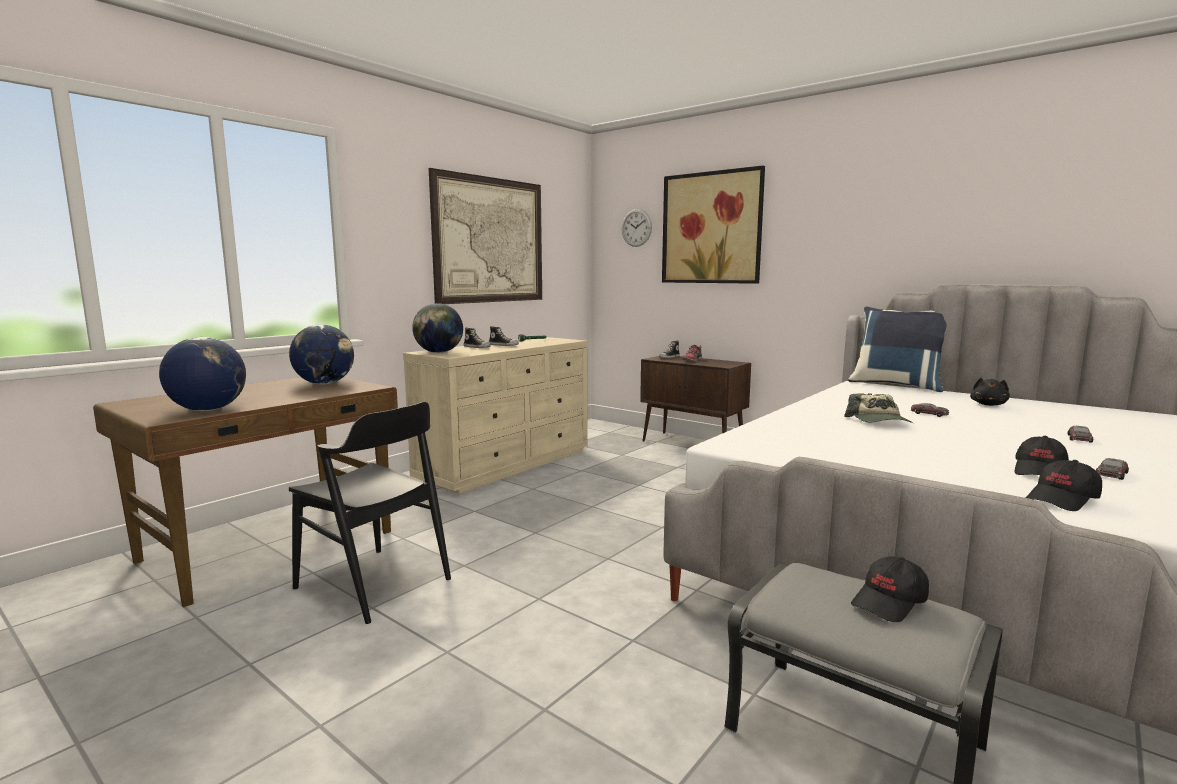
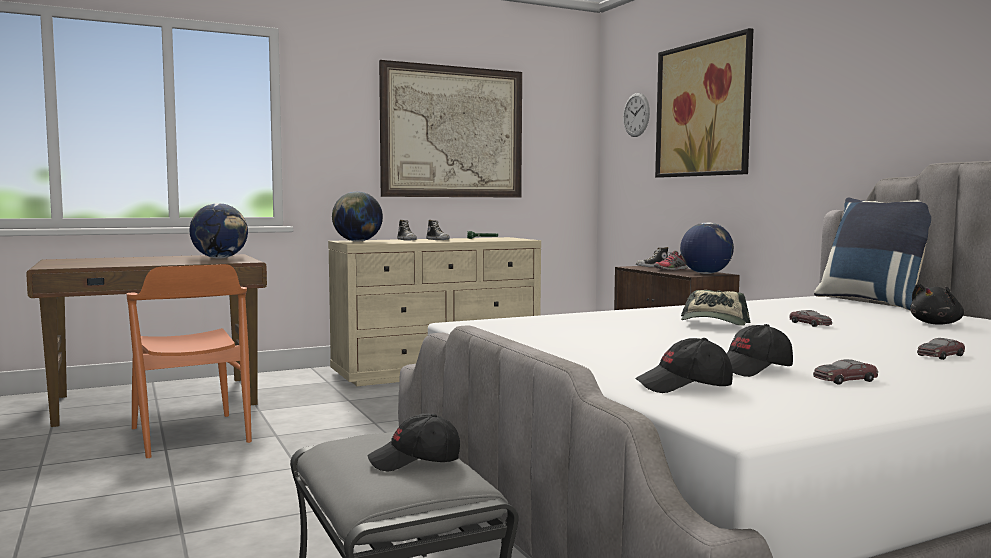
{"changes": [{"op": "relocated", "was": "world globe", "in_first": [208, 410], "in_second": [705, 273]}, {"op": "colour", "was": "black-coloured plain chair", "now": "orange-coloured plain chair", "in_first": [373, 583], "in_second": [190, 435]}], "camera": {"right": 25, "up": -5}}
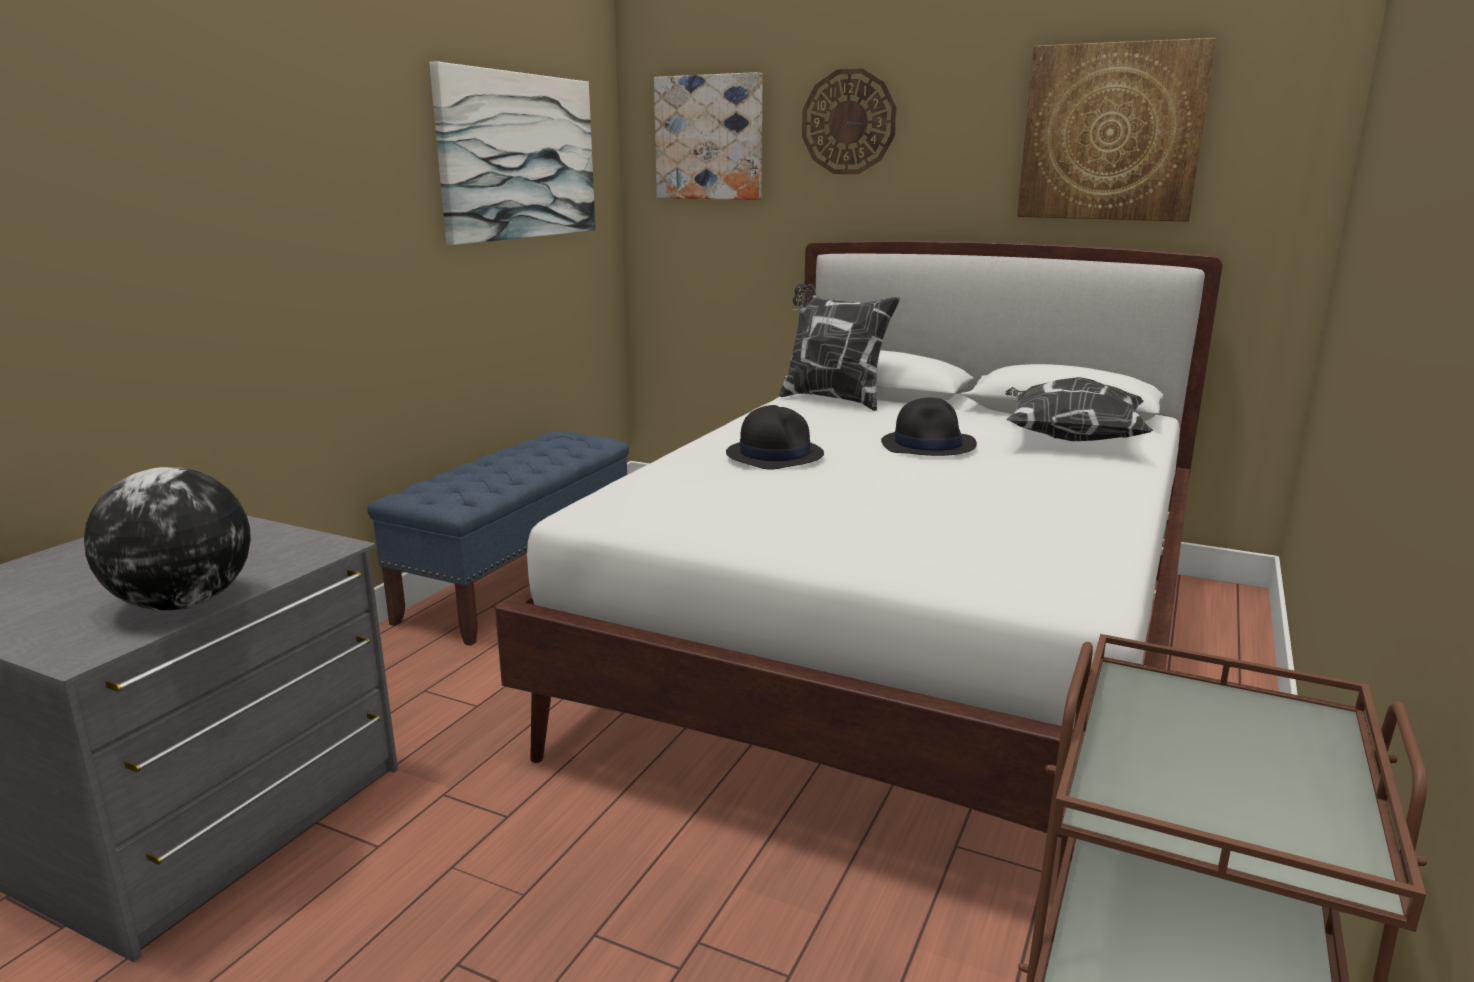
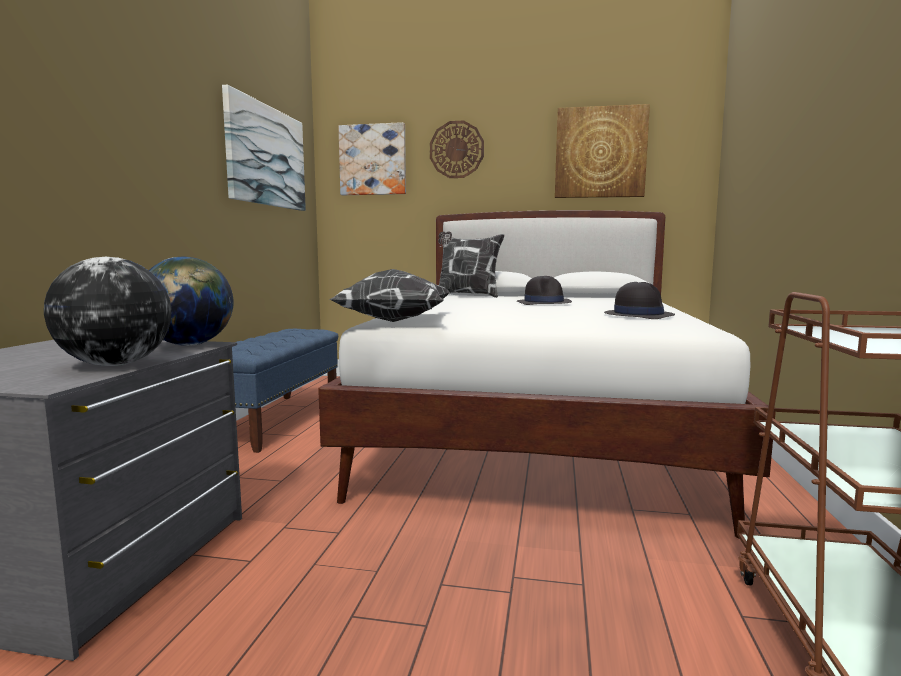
{"changes": [{"op": "appeared", "now": "world globe", "in_second": [189, 345]}, {"op": "relocated", "was": "black-coloured clothing hat", "in_first": [774, 454], "in_second": [638, 315]}, {"op": "relocated", "was": "pillow", "in_first": [1070, 440], "in_second": [392, 321]}], "camera": {"right": -15, "up": -10}}
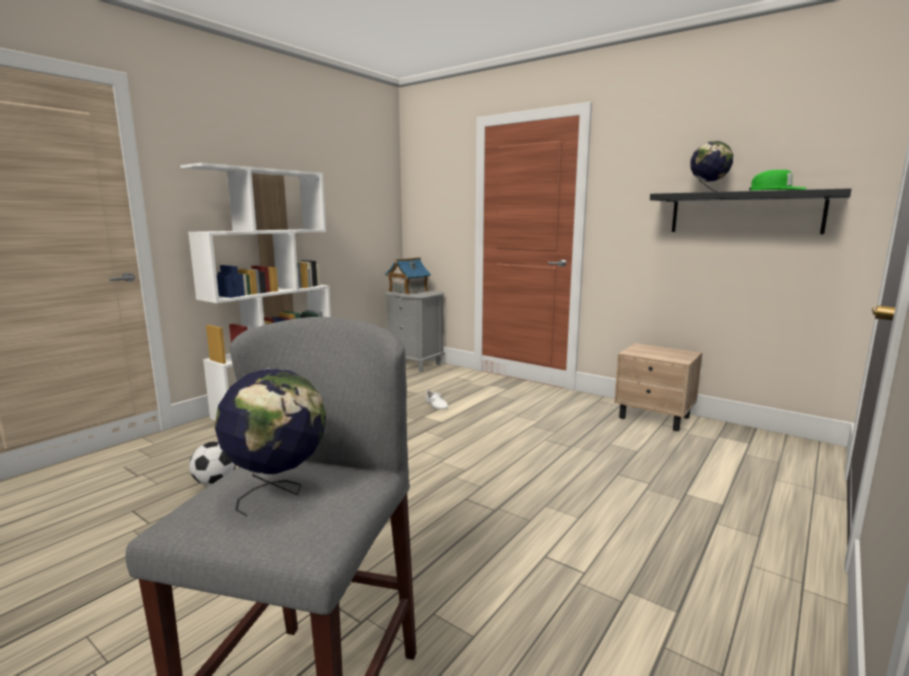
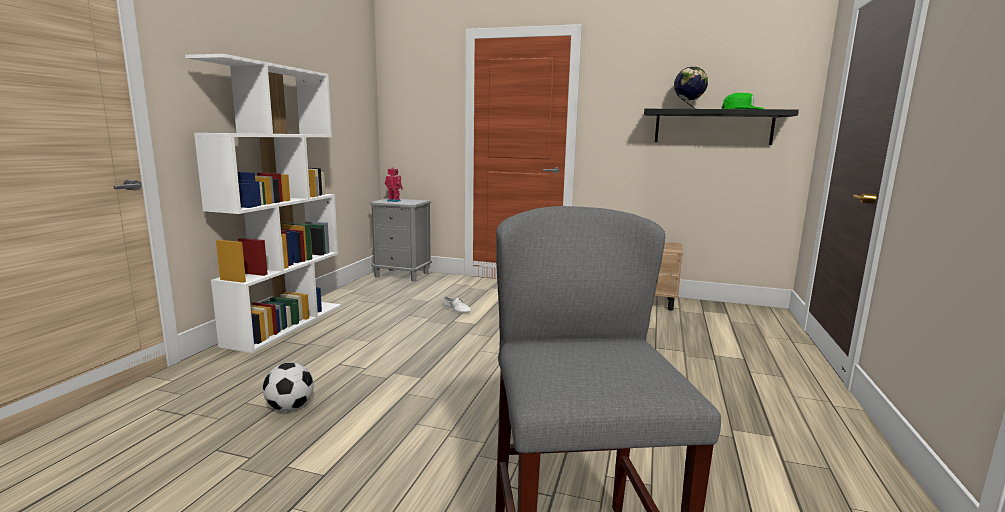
{"changes": [{"op": "missing", "was": "world globe", "in_first": [278, 493]}, {"op": "exchanged", "was": "toy house", "now": "toy robot", "in_first": [408, 291], "in_second": [394, 201]}], "camera": {"right": -20, "up": 0}}
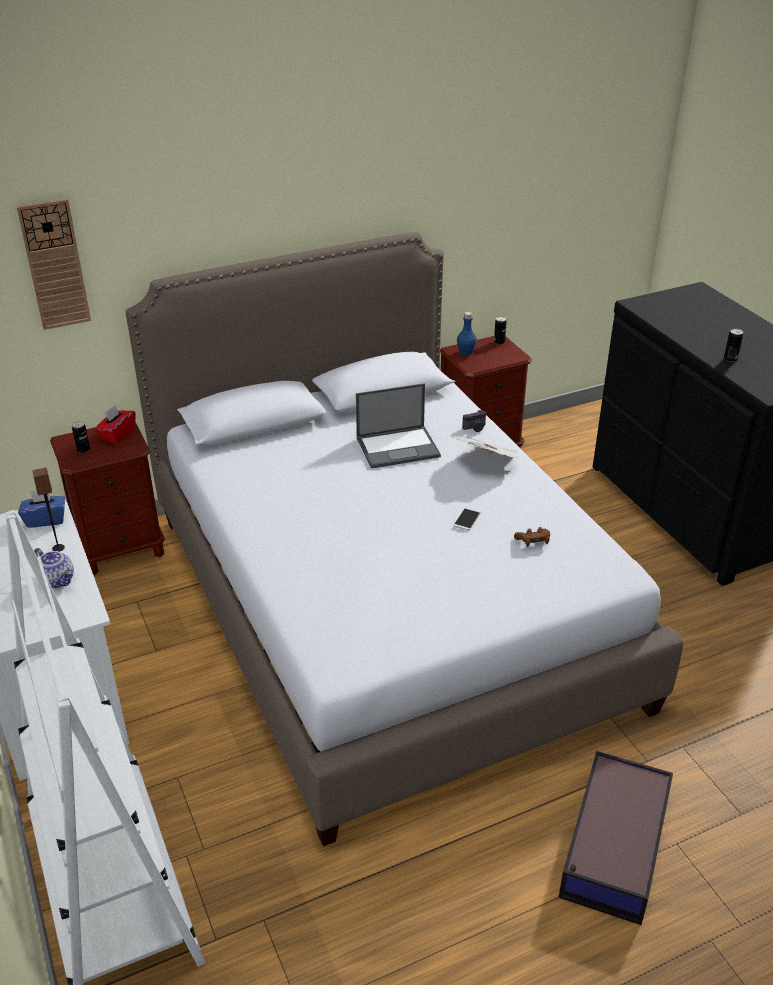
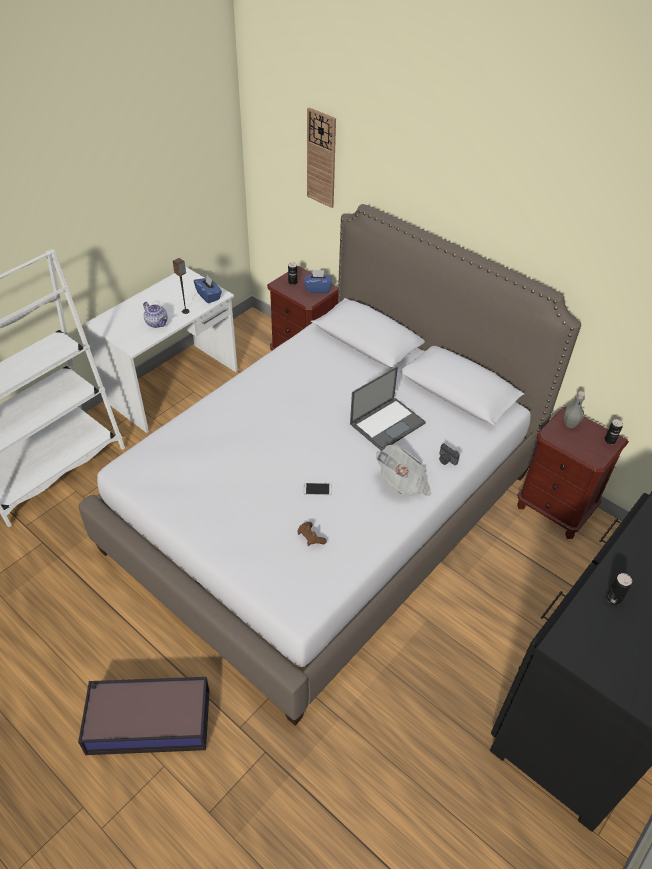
{"changes": [{"op": "colour", "was": "red-coloured tissue box", "now": "blue tissue box", "in_first": [117, 434], "in_second": [317, 289]}, {"op": "colour", "was": "blue drink bottle", "now": "greyish drink bottle", "in_first": [466, 353], "in_second": [570, 424]}, {"op": "spun", "was": "tea pot", "in_first": [58, 580], "in_second": [157, 323], "clockwise": -60}, {"op": "spun", "was": "laptop", "in_first": [398, 447], "in_second": [387, 423], "clockwise": -90}], "camera": {"right": 65, "up": 10}}
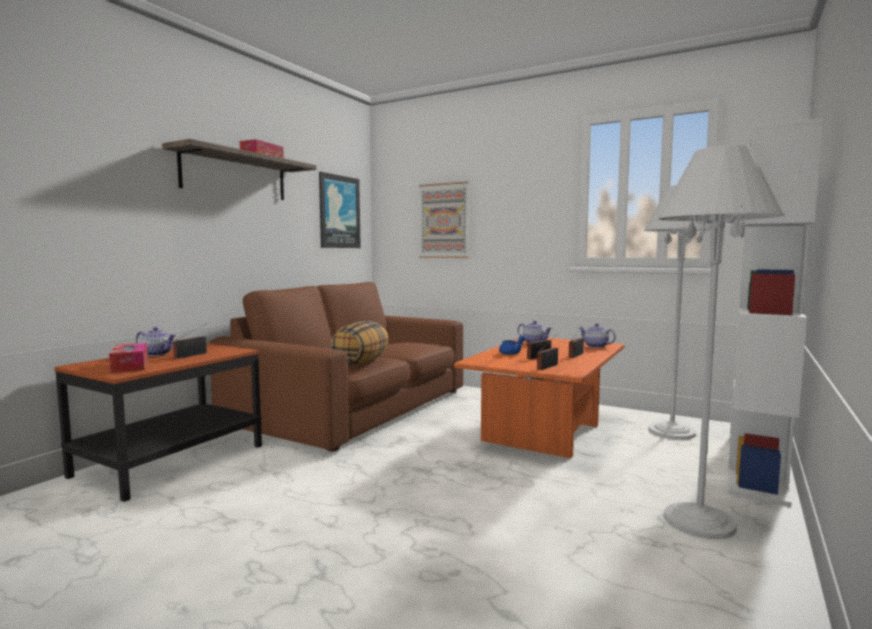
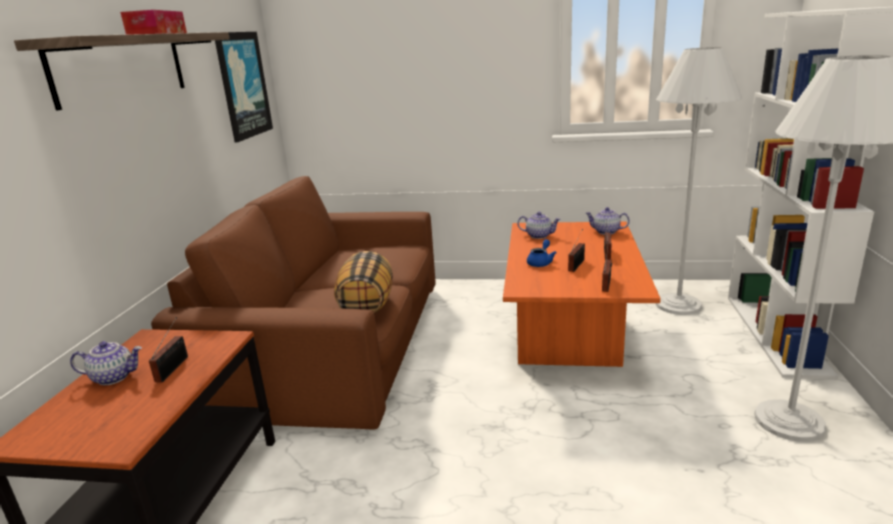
{"changes": [{"op": "missing", "was": "tissue box", "in_first": [130, 366]}, {"op": "missing", "was": "picture", "in_first": [444, 221]}], "camera": {"right": -20, "up": 15}}
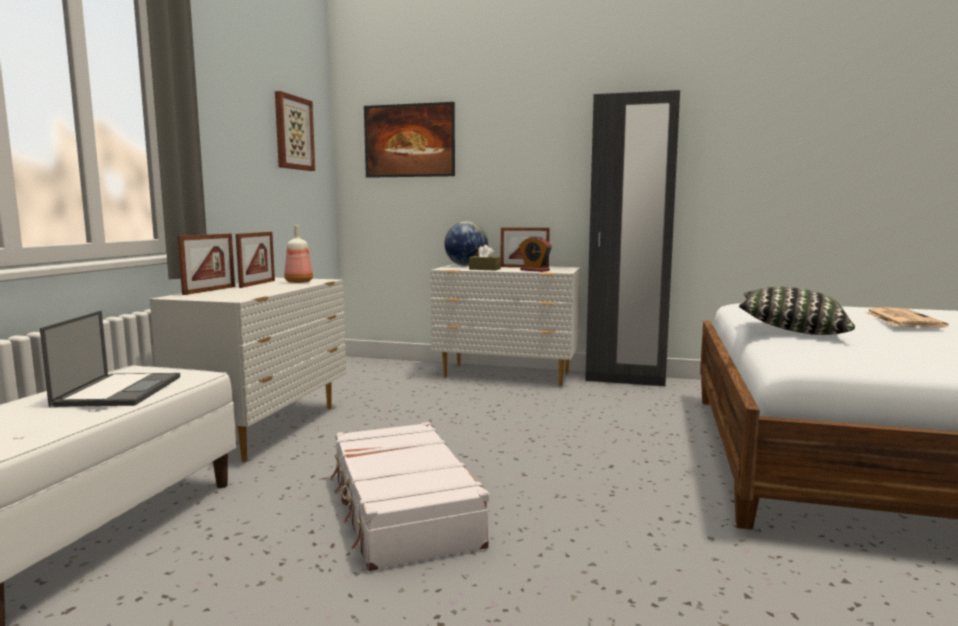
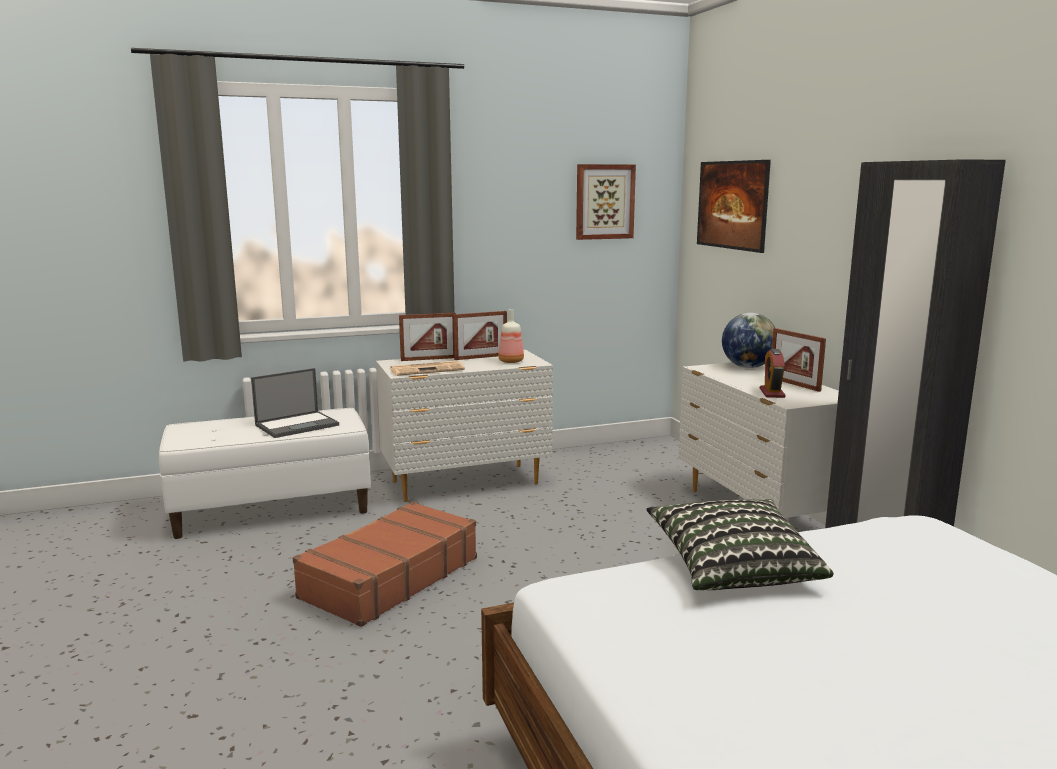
{"changes": [{"op": "missing", "was": "brown-coloured tissue box", "in_first": [484, 269]}, {"op": "relocated", "was": "newspaper", "in_first": [901, 319], "in_second": [428, 369]}, {"op": "colour", "was": "white travel case", "now": "brown-coloured travel case", "in_first": [402, 510], "in_second": [389, 578]}], "camera": {"right": 55, "up": 5}}
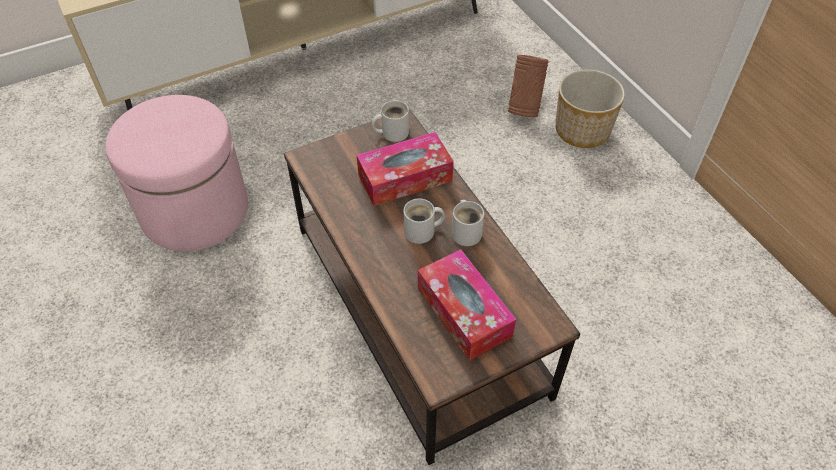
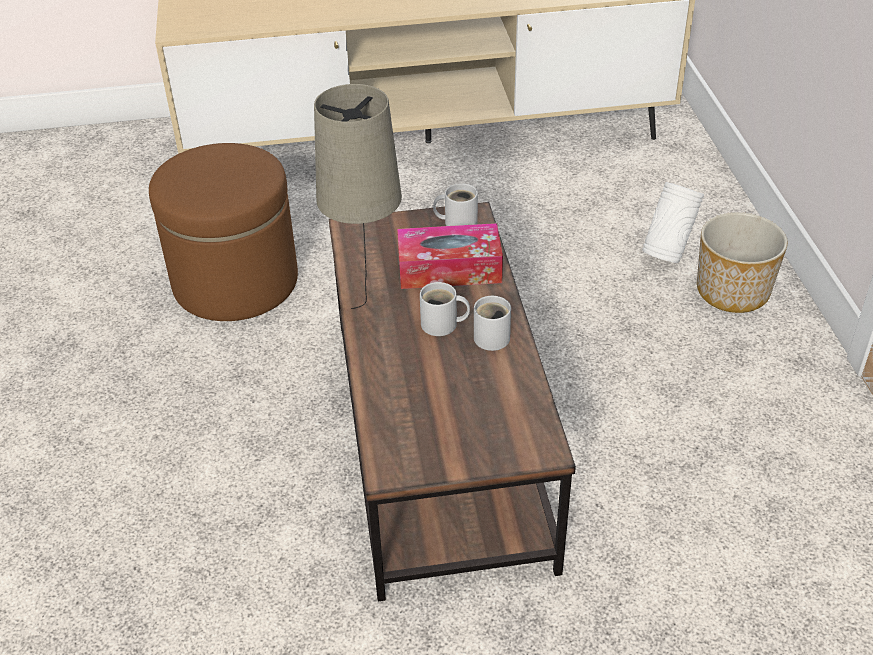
{"changes": [{"op": "missing", "was": "tissue box", "in_first": [464, 312]}, {"op": "appeared", "now": "beige-coloured lamp for a table", "in_second": [369, 314]}, {"op": "colour", "was": "pink footrest", "now": "brown-coloured footrest", "in_first": [195, 210], "in_second": [235, 282]}, {"op": "colour", "was": "brown-coloured decorative vase", "now": "white decorative vase", "in_first": [524, 109], "in_second": [667, 254]}], "camera": {"right": 20, "up": -10}}
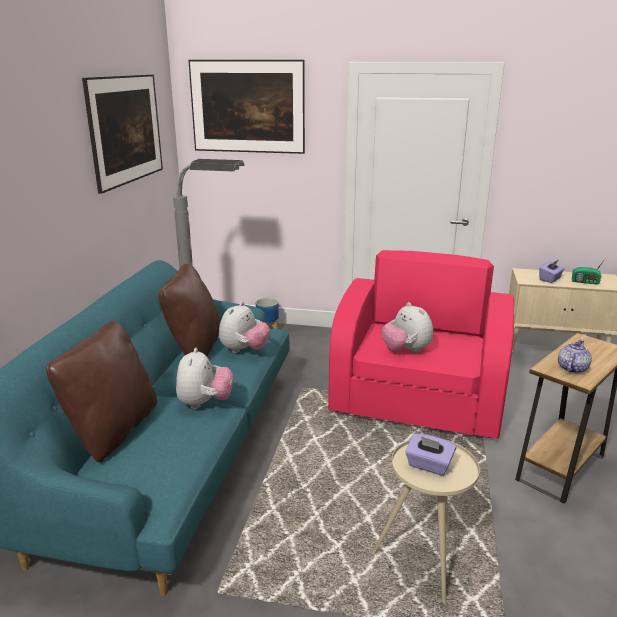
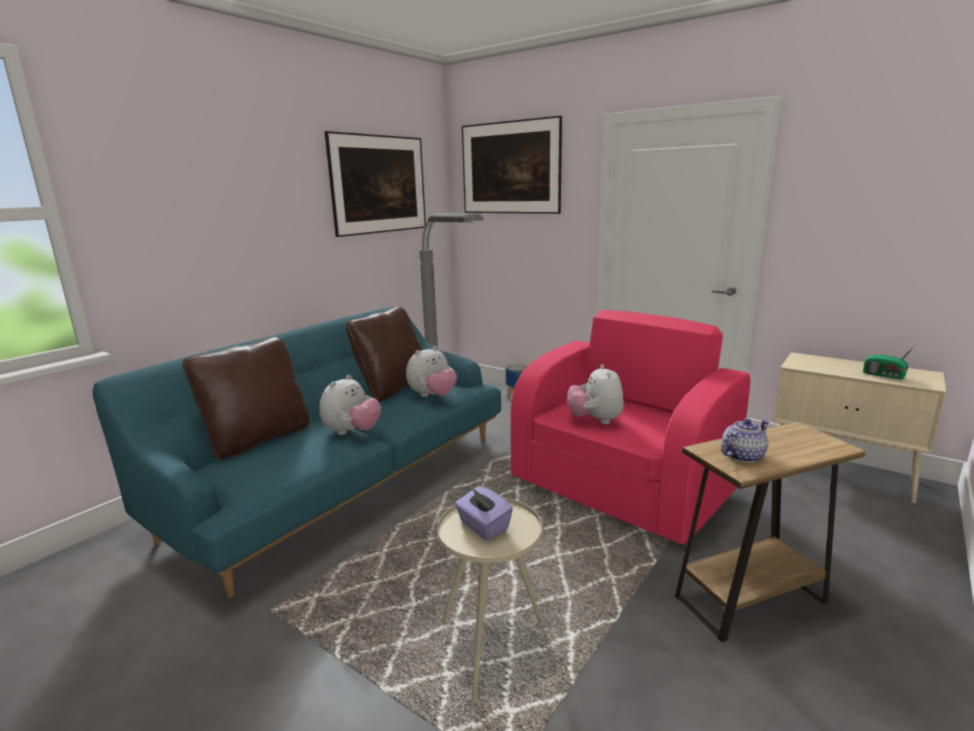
{"changes": [{"op": "missing", "was": "purple tissue box", "in_first": [550, 279]}], "camera": {"right": 25, "up": -5}}
